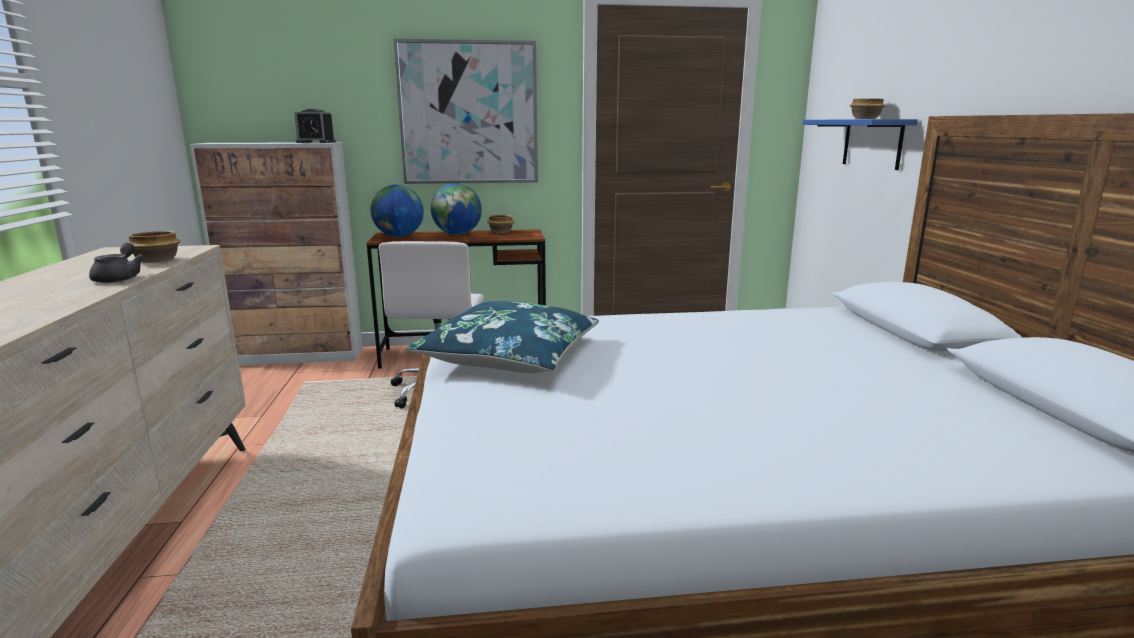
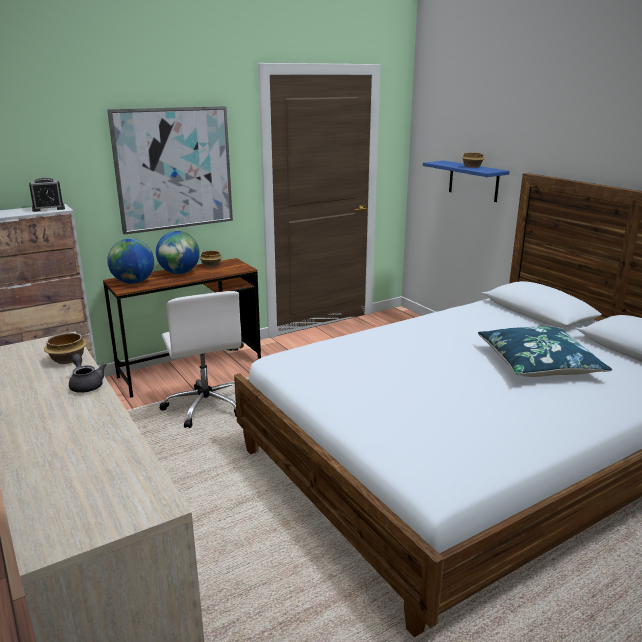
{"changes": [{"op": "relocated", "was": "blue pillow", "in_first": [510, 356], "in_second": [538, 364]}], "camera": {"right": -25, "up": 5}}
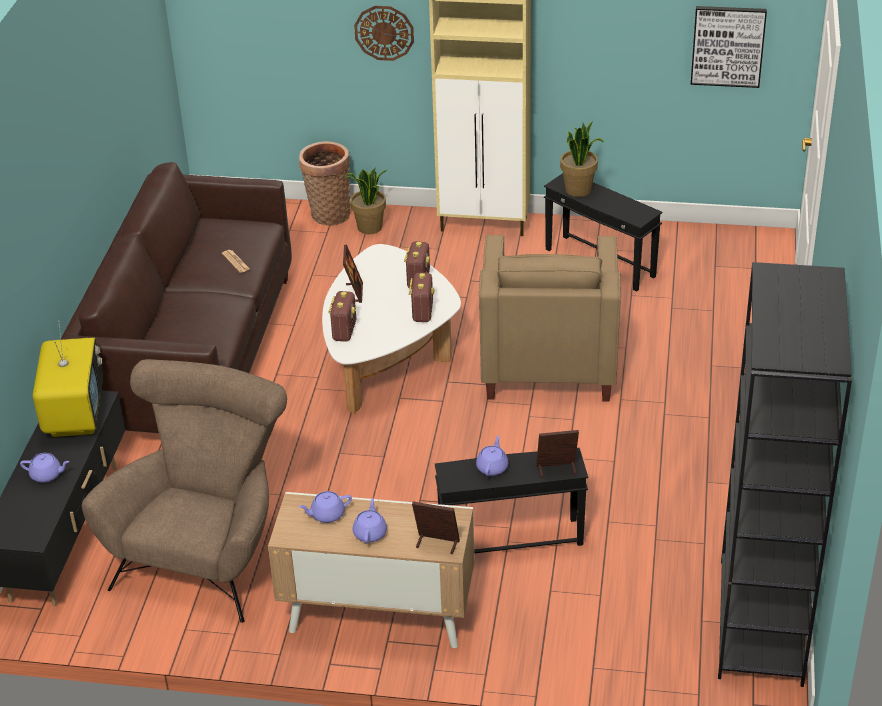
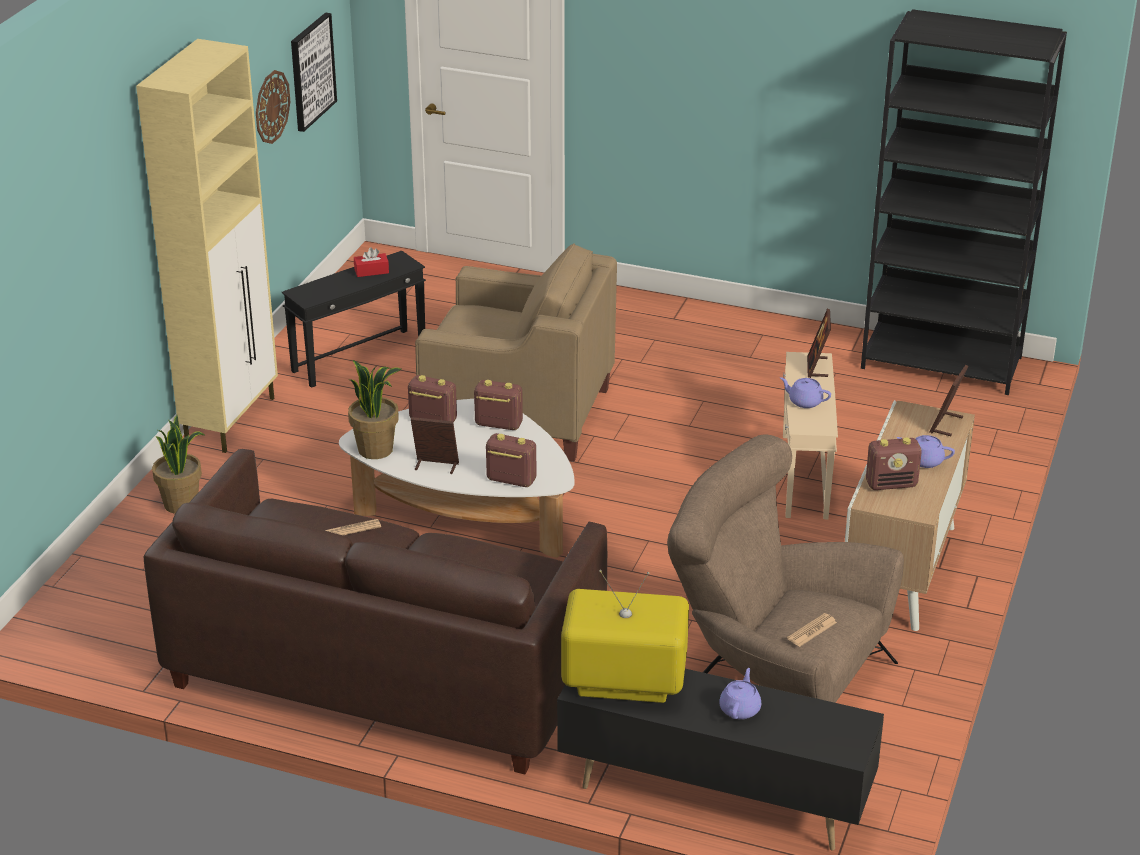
{"changes": [{"op": "missing", "was": "basket", "in_first": [328, 214]}, {"op": "appeared", "now": "red-coloured tissue box", "in_second": [371, 271]}, {"op": "appeared", "now": "newspaper", "in_second": [812, 630]}, {"op": "relocated", "was": "wall clock", "in_first": [384, 32], "in_second": [271, 106]}, {"op": "relocated", "was": "plant in a pot", "in_first": [578, 190], "in_second": [376, 449]}, {"op": "exchanged", "was": "purple tea pot", "now": "radio set", "in_first": [327, 515], "in_second": [891, 484]}, {"op": "colour", "was": "black-coloured end table", "now": "beige-coloured end table", "in_first": [511, 538], "in_second": [803, 475]}], "camera": {"right": -80, "up": -5}}
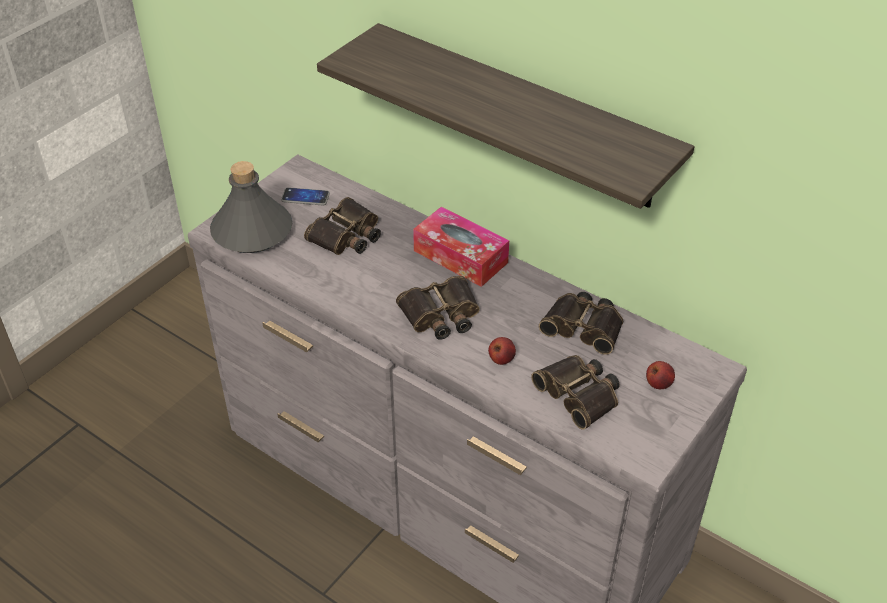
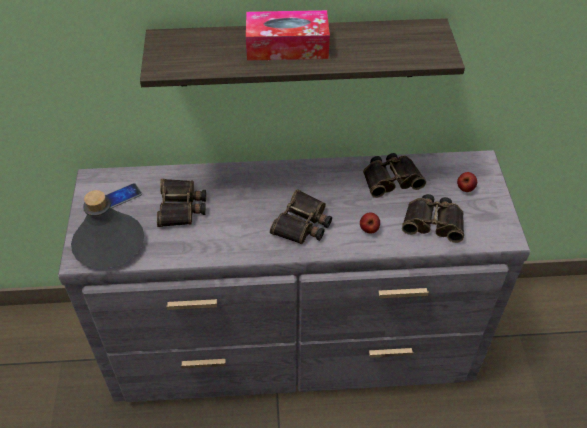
{"changes": [{"op": "relocated", "was": "tissue box", "in_first": [460, 256], "in_second": [287, 46]}], "camera": {"right": -40, "up": 5}}
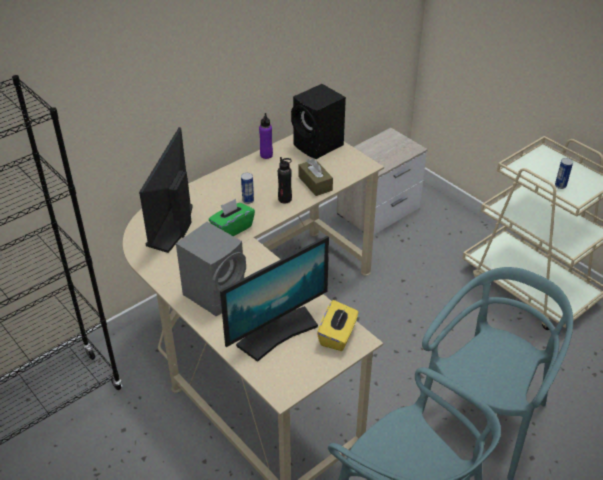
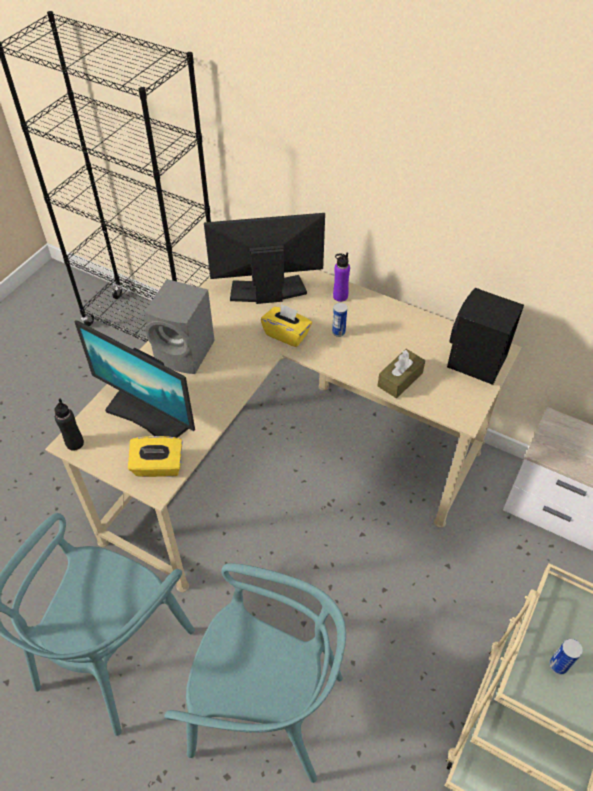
{"changes": [{"op": "relocated", "was": "purple drink bottle", "in_first": [266, 155], "in_second": [340, 296]}, {"op": "relocated", "was": "black-coloured drink bottle", "in_first": [285, 199], "in_second": [75, 443]}, {"op": "colour", "was": "green tissue box", "now": "yellow tissue box", "in_first": [232, 228], "in_second": [287, 334]}], "camera": {"right": 70, "up": 10}}
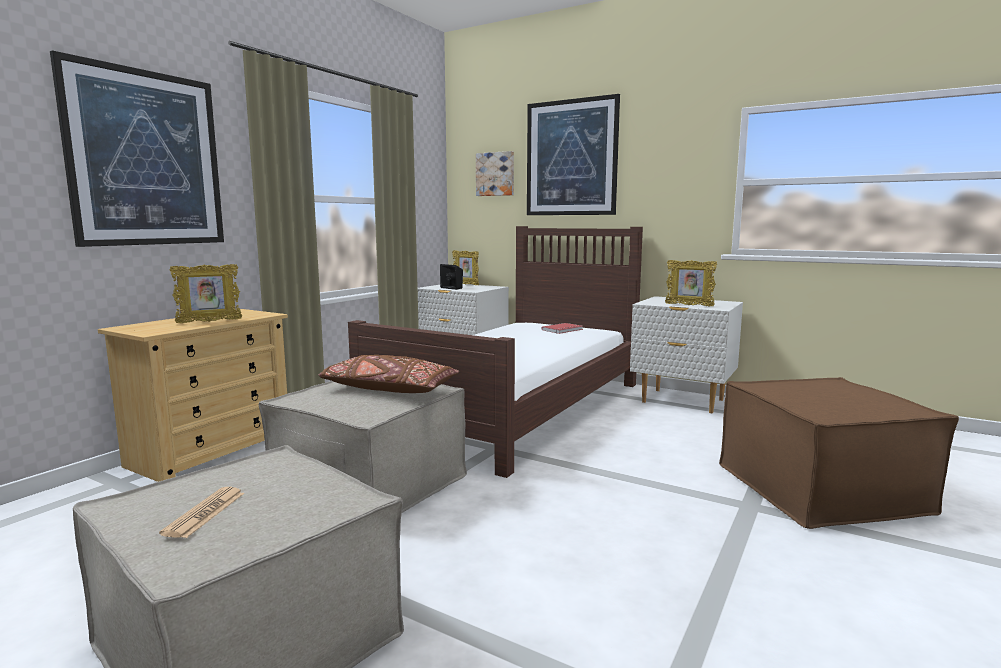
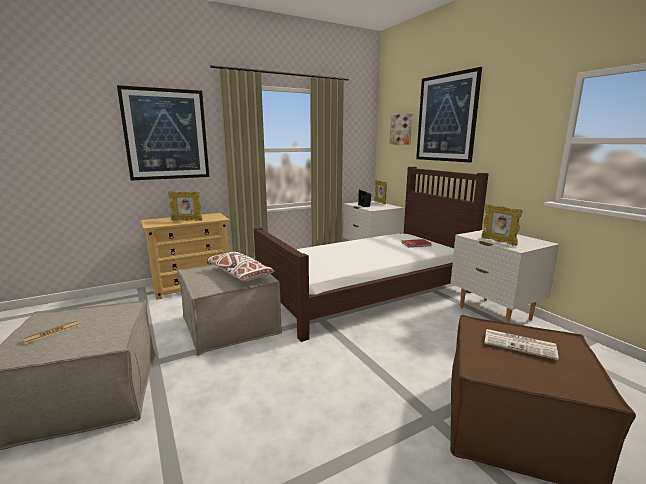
{"changes": [{"op": "appeared", "now": "newspaper", "in_second": [520, 344]}, {"op": "colour", "was": "brown-coloured pillow", "now": "white pillow", "in_first": [389, 389], "in_second": [239, 274]}], "camera": {"right": 30, "up": 5}}
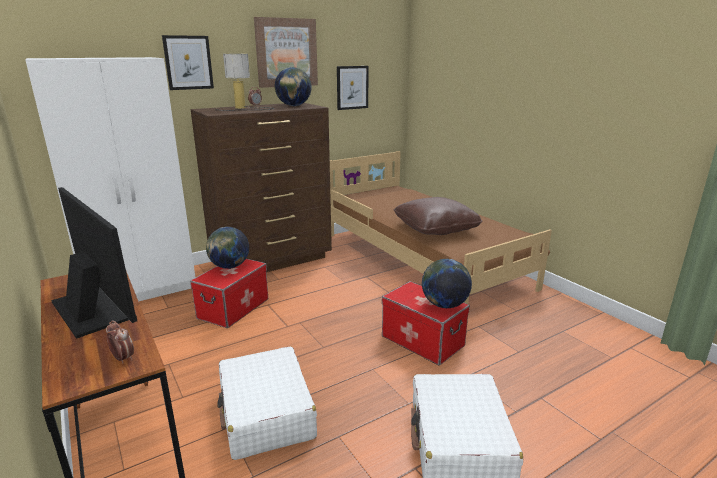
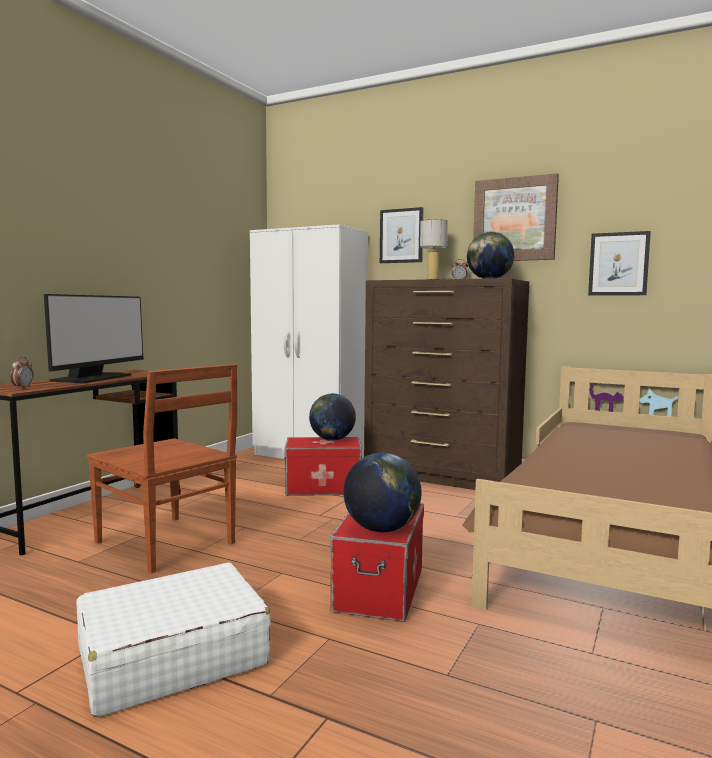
{"changes": [{"op": "missing", "was": "brown-coloured pillow", "in_first": [435, 229]}, {"op": "exchanged", "was": "white travel case", "now": "brown-coloured plain chair", "in_first": [266, 413], "in_second": [166, 544]}], "camera": {"right": 60, "up": -15}}
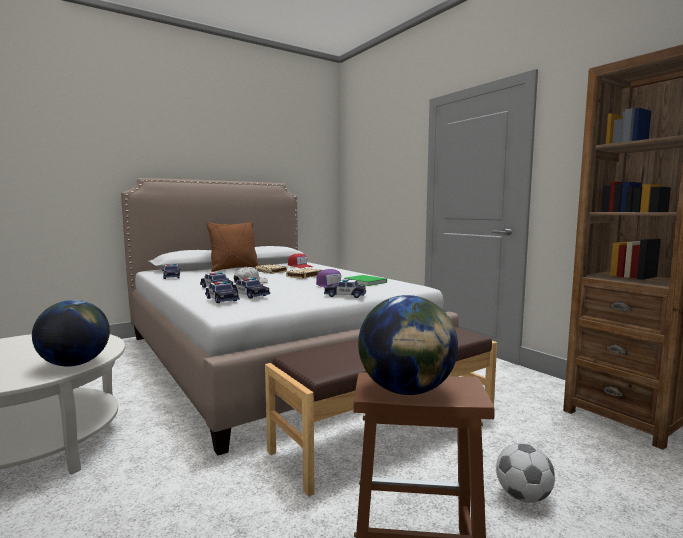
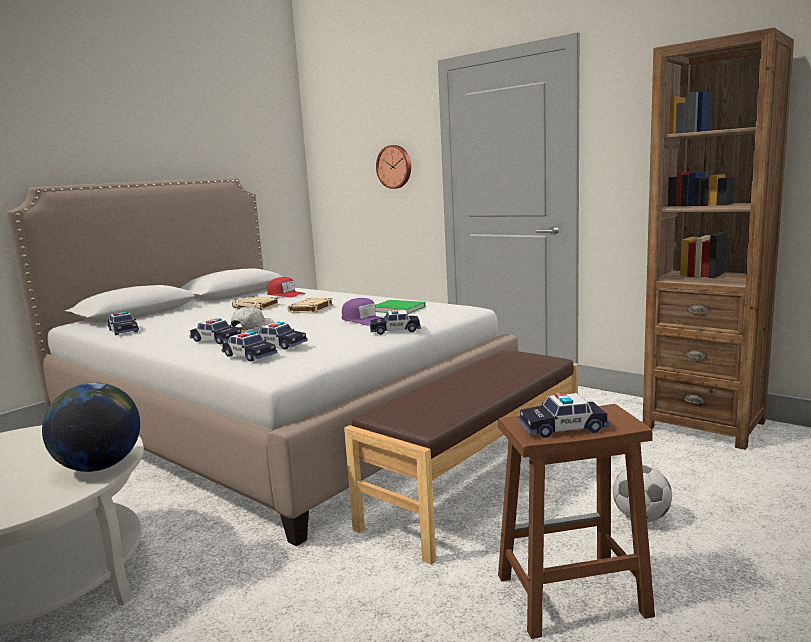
{"changes": [{"op": "missing", "was": "brown-coloured pillow", "in_first": [234, 269]}, {"op": "appeared", "now": "wall clock", "in_second": [395, 167]}, {"op": "exchanged", "was": "world globe", "now": "model car", "in_first": [406, 390], "in_second": [562, 428]}], "camera": {"right": -15, "up": 5}}
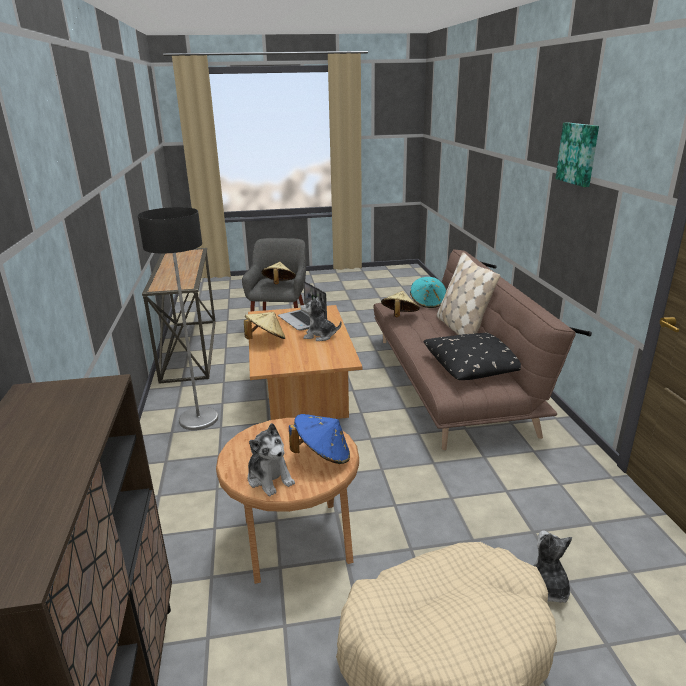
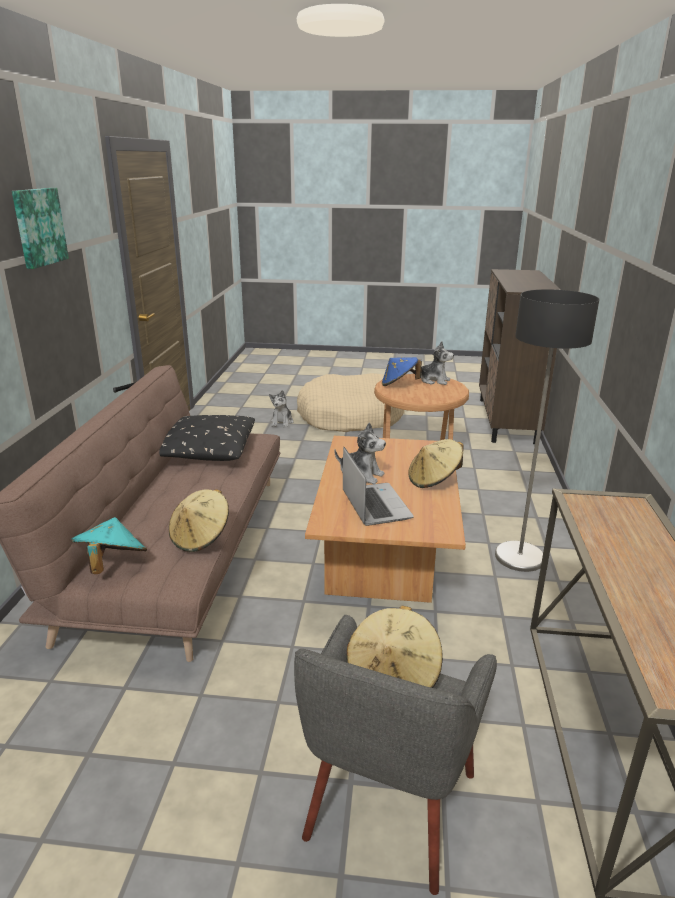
{"changes": [{"op": "missing", "was": "beige-coloured pillow", "in_first": [461, 329]}, {"op": "spun", "was": "soft toy", "in_first": [270, 478], "in_second": [434, 380], "clockwise": 135}], "camera": {"right": -165, "up": 0}}
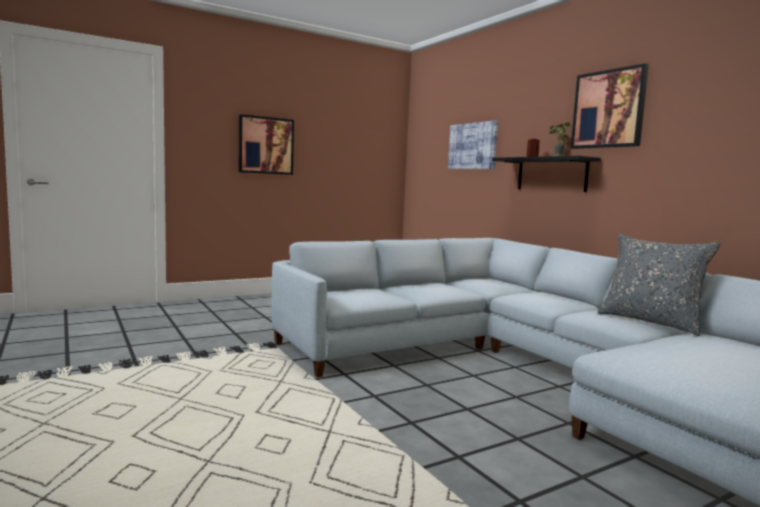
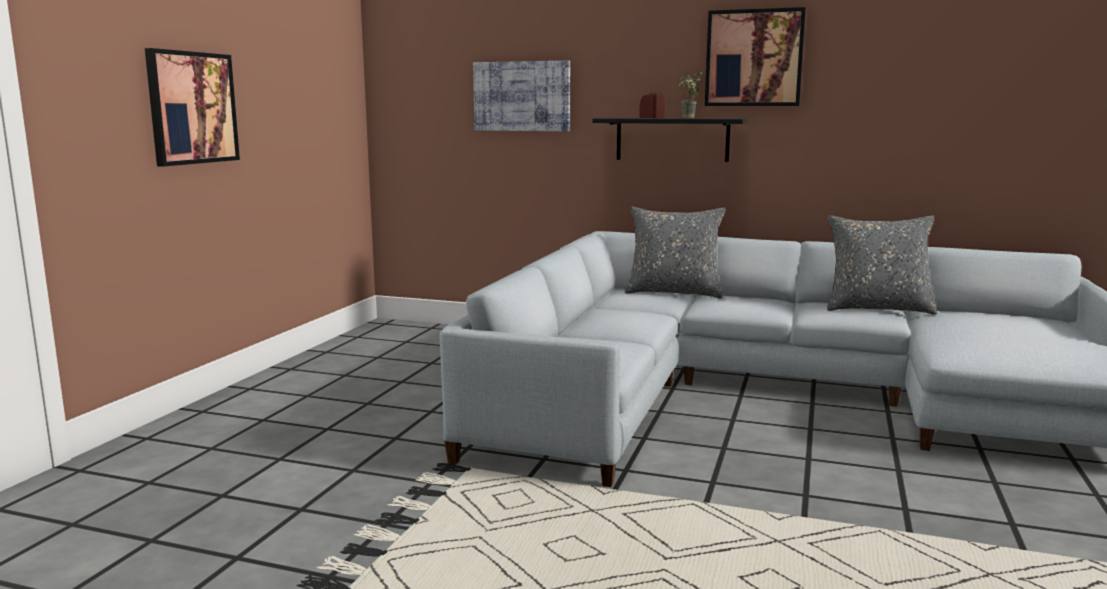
{"changes": [{"op": "appeared", "now": "greyish pillow", "in_second": [673, 293]}], "camera": {"right": -40, "up": 5}}
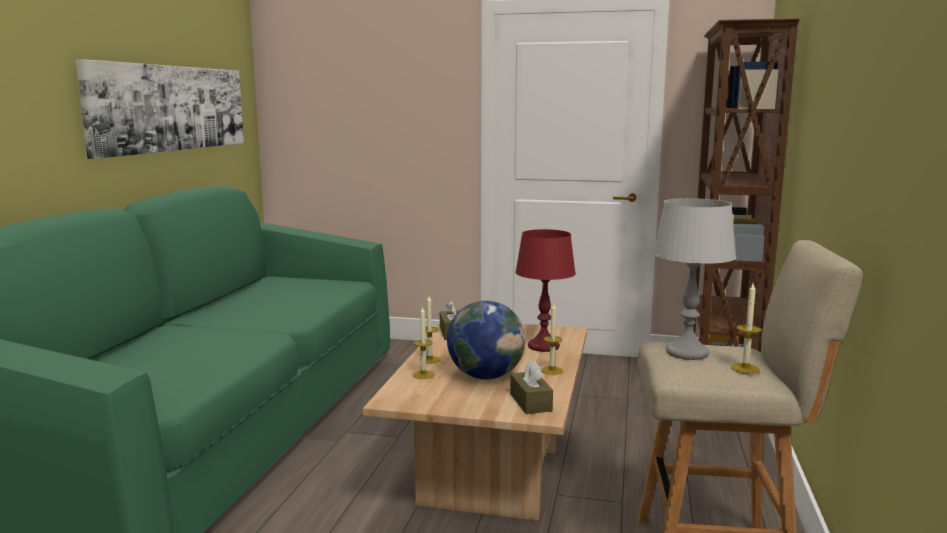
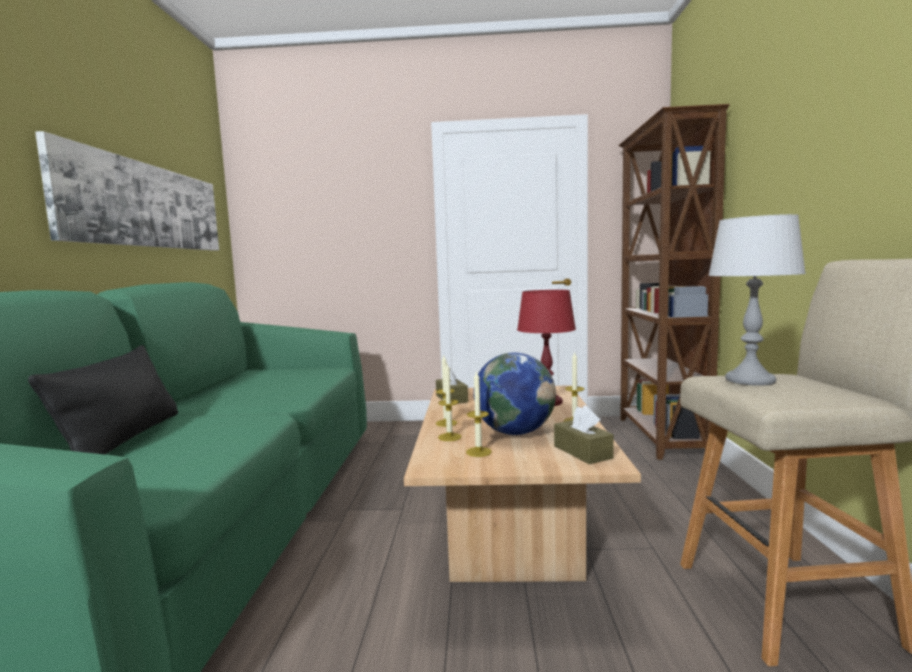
{"changes": [{"op": "appeared", "now": "black-coloured pillow", "in_second": [124, 439]}, {"op": "relocated", "was": "wax light", "in_first": [745, 368], "in_second": [478, 452]}], "camera": {"right": -10, "up": -5}}
